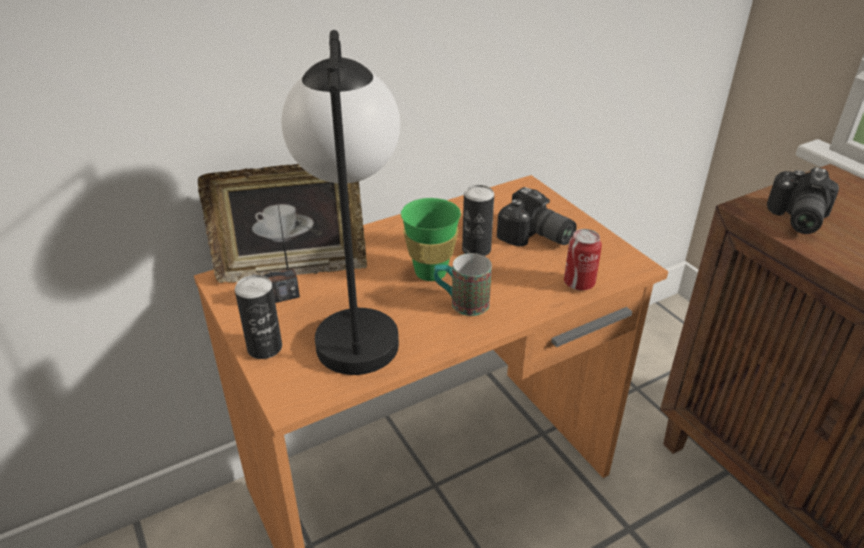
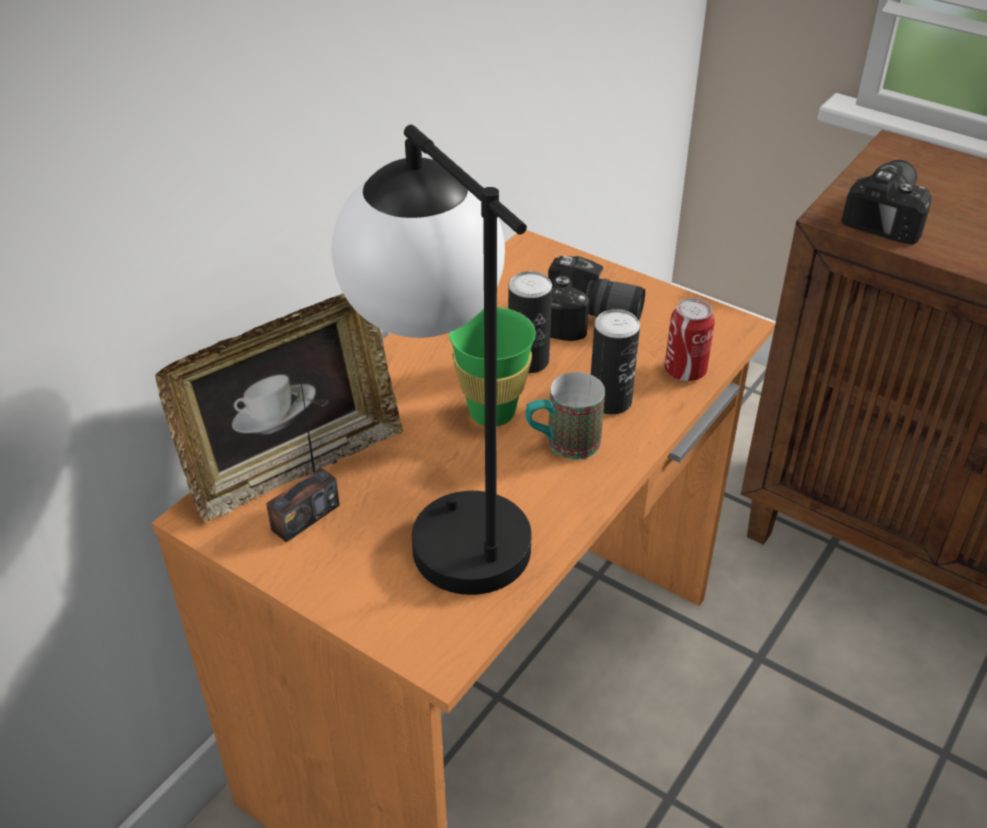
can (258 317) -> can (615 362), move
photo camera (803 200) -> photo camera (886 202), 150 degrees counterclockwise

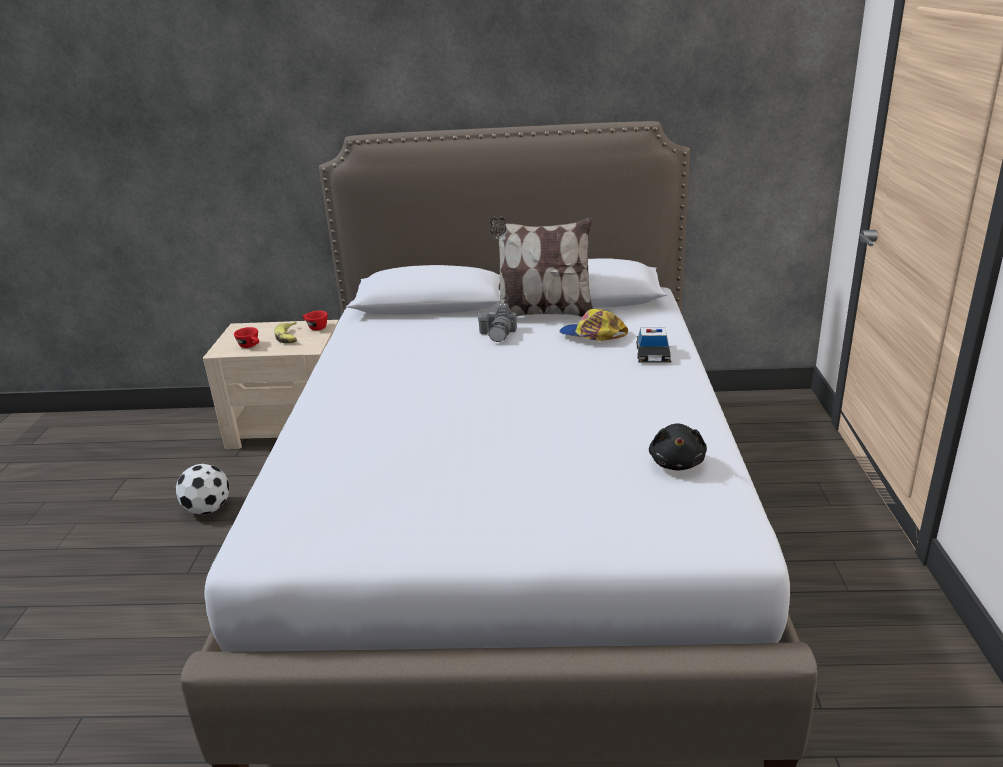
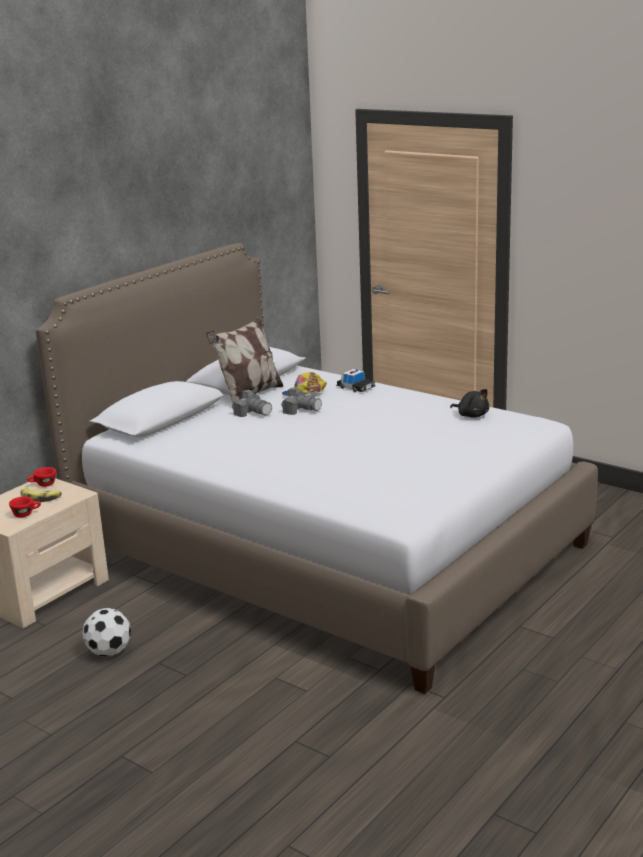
none -> photo camera (302 401)

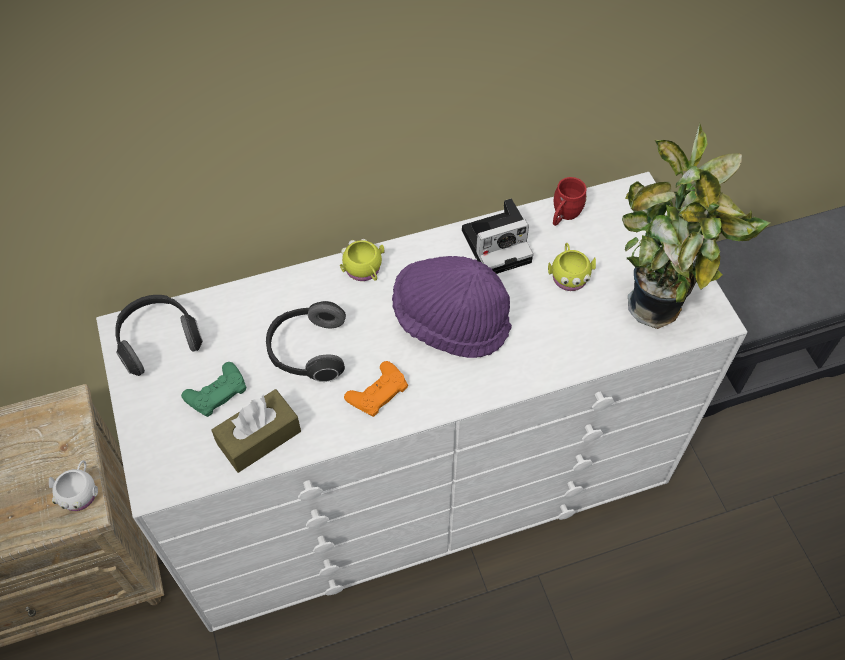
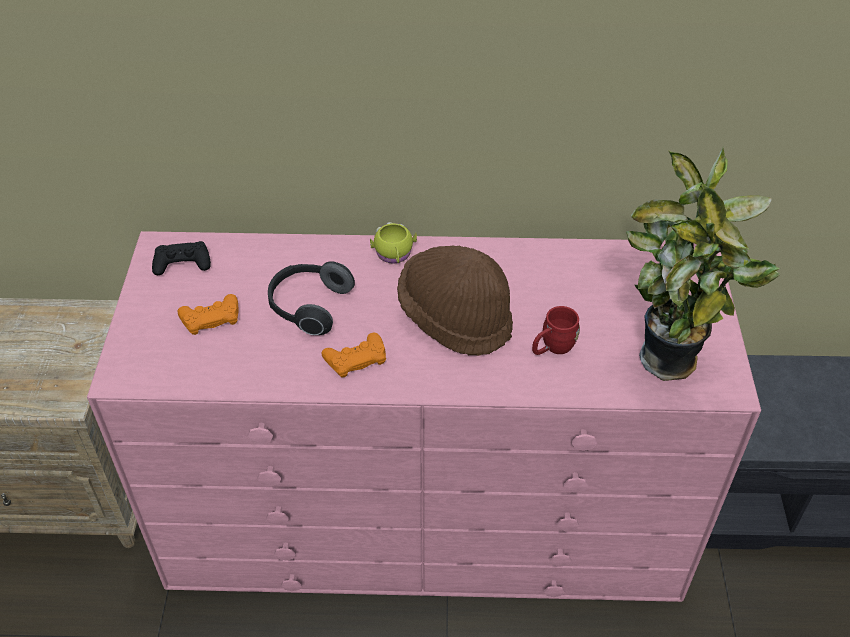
white mug (73 485) -> none
brown tissue box (256 431) -> none
photo camera (497 236) -> none
yellow mug (572 267) -> none
red mug (570 201) -> red mug (556 330), move
headphones (159 335) -> black game controller (181 258)
white dresser (421 402) -> pink dresser (424 416)
green game controller (214 389) -> orange game controller (208 314)
purple hat (452 307) -> brown hat (455 300)

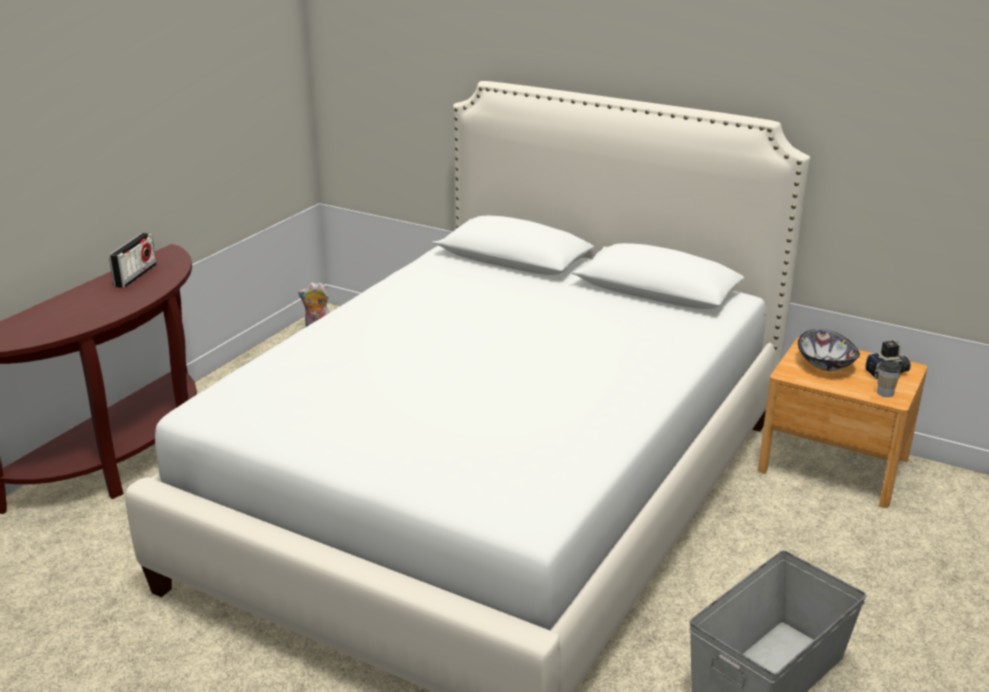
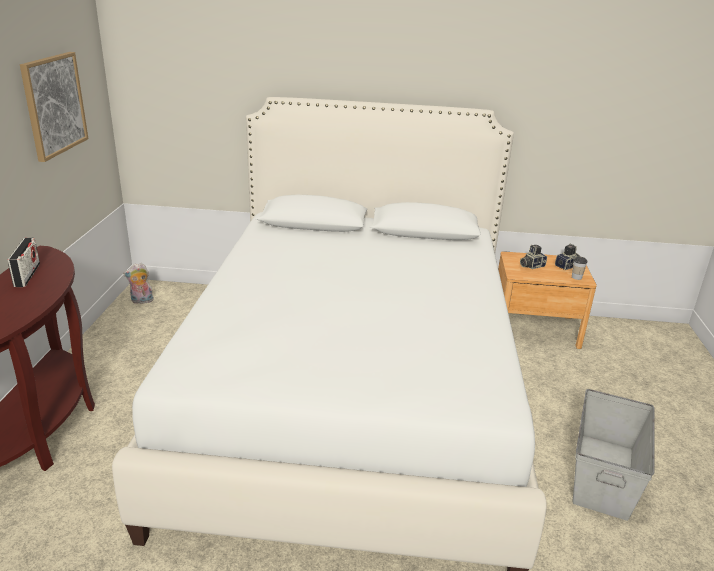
none -> picture (54 107)
bowl (829 350) -> photo camera (533 257)

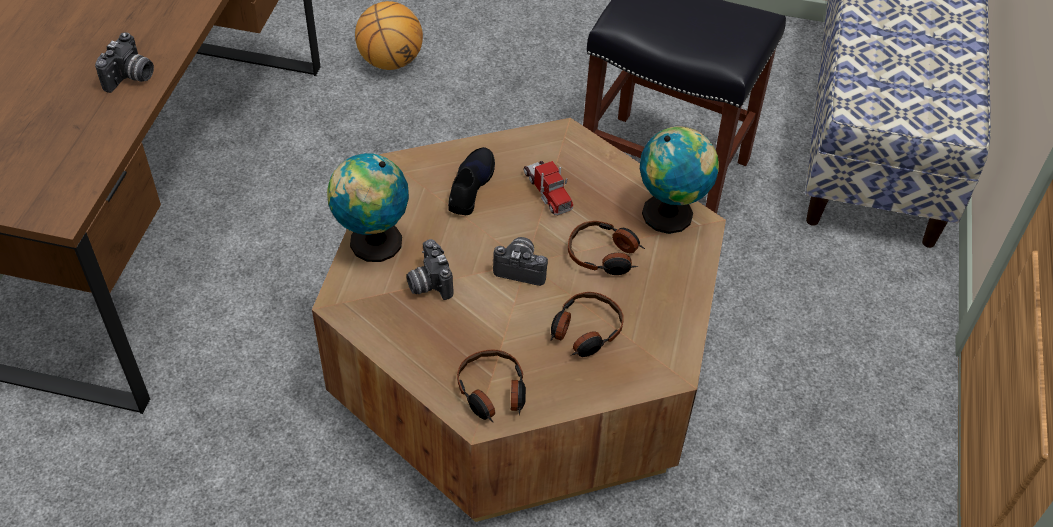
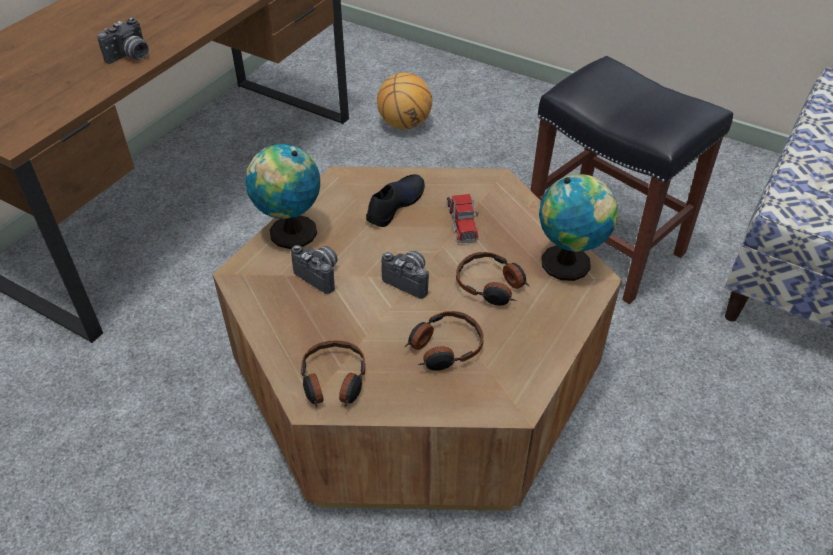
photo camera (429 269) -> photo camera (314 269), 135 degrees clockwise

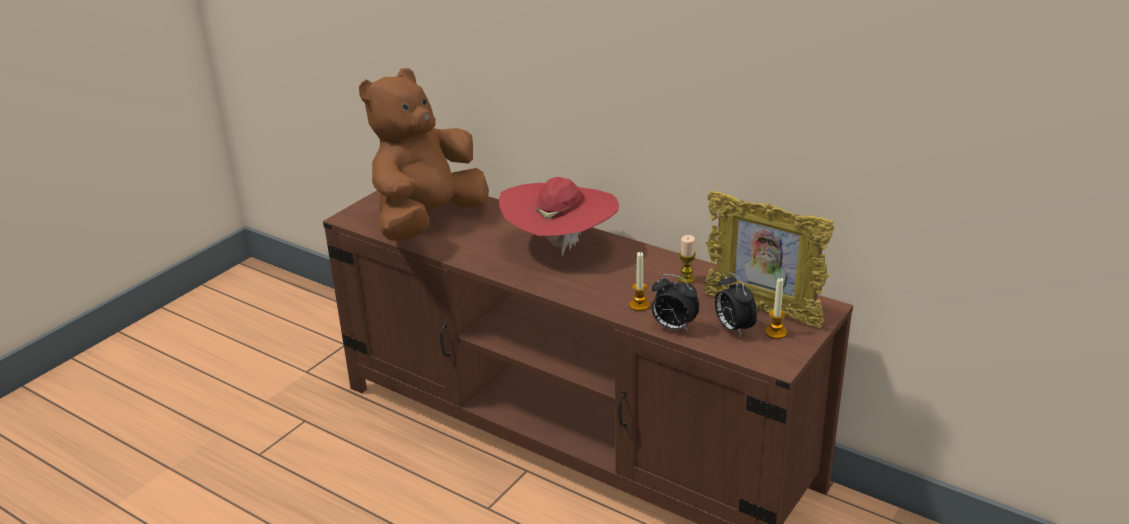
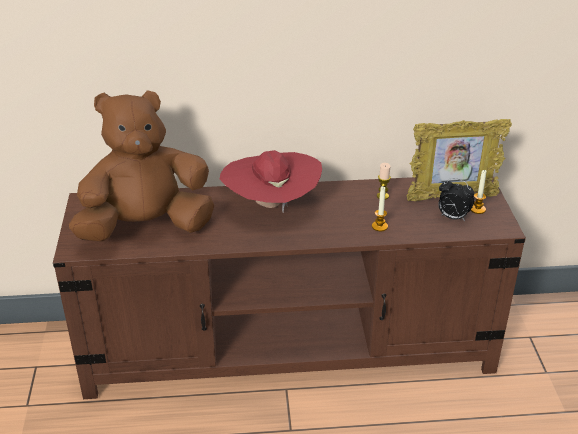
alarm clock (676 303) -> none
brown plush toy (424 155) -> brown plush toy (141 166), 75 degrees clockwise

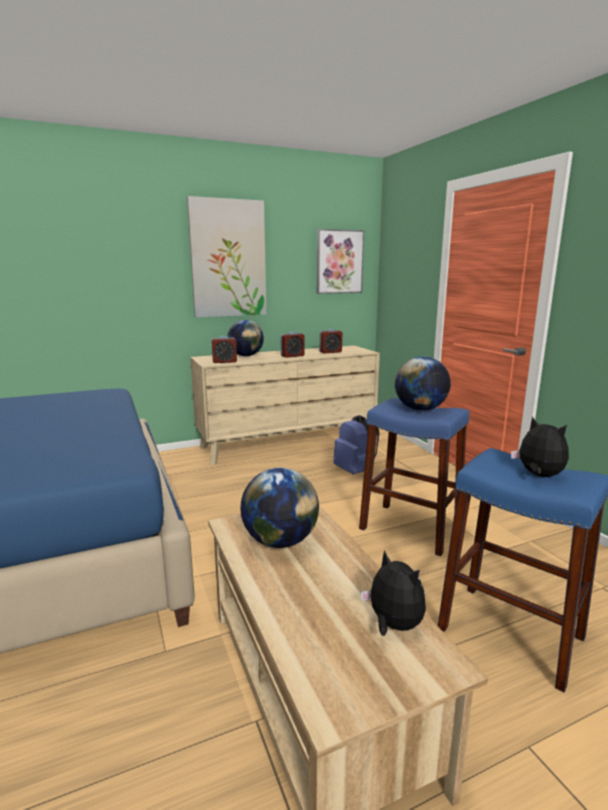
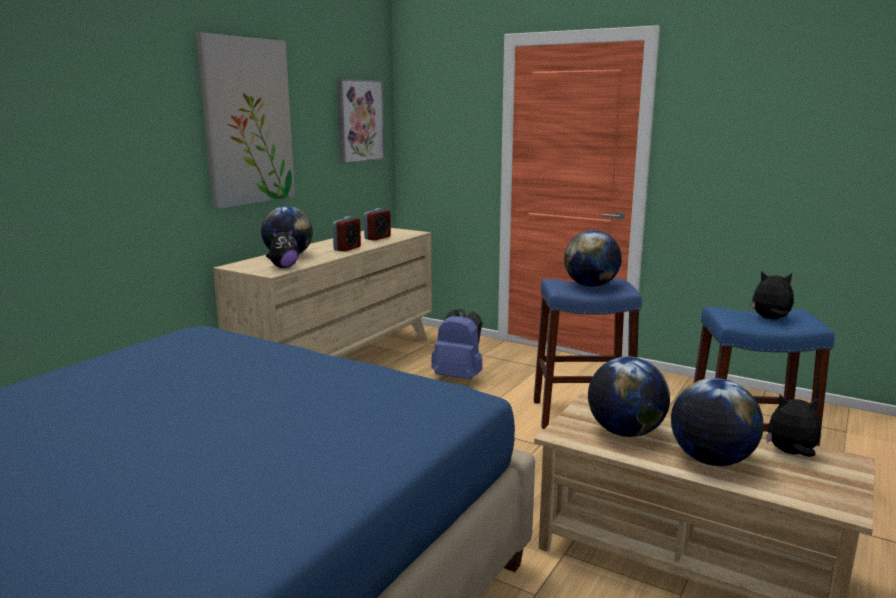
none -> globe (717 422)
alarm clock (224 349) -> plush toy (282 248)

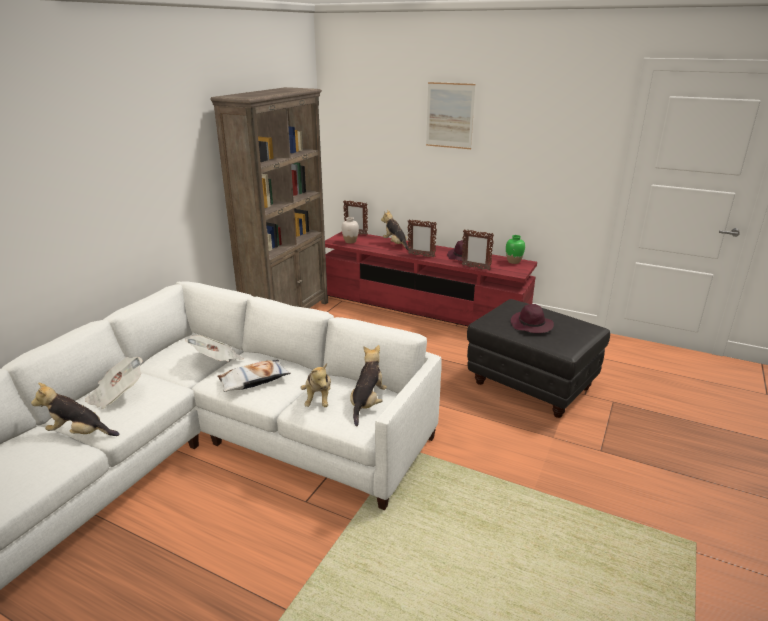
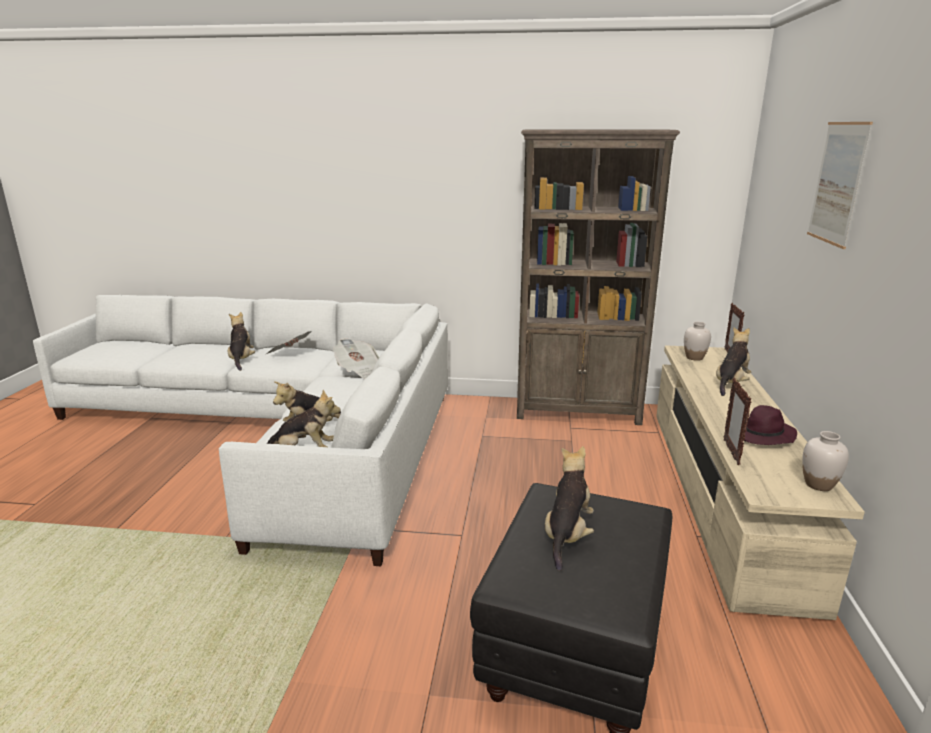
pillow (254 376) -> none
picture frame (422 238) -> none
purple hat (532 318) -> plush toy (569 508)
red tv stand (431 279) -> beige tv stand (760 483)
green vase (515 249) -> white vase (825 461)

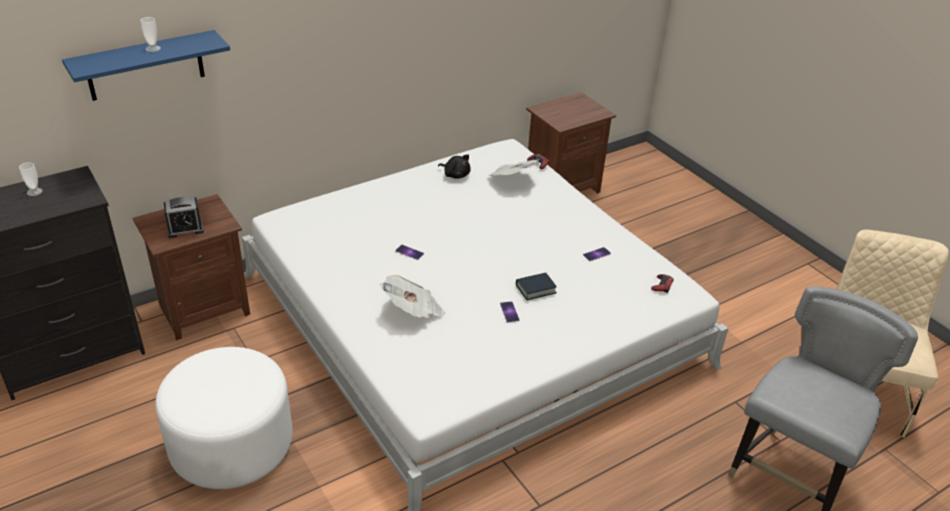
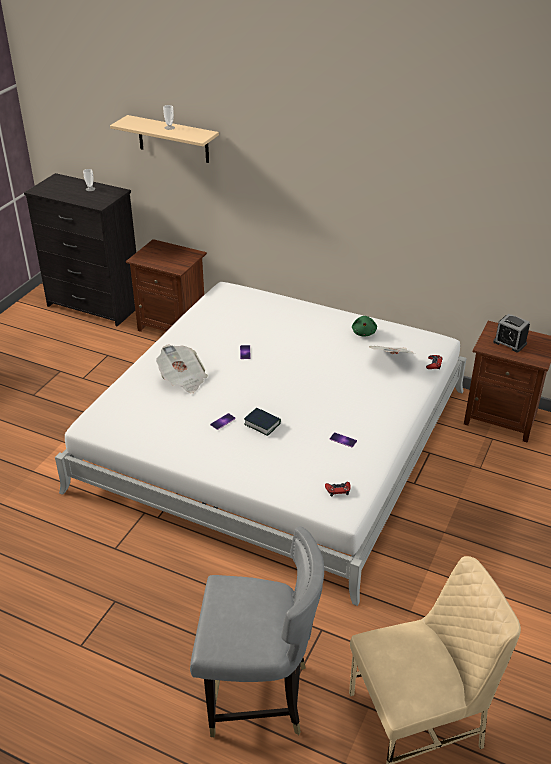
white ottoman (223 418) -> none
alarm clock (184 216) -> alarm clock (511 333), move
blue shelf (146 65) -> beige shelf (164 139)
black plush toy (454 167) -> green plush toy (364 326)

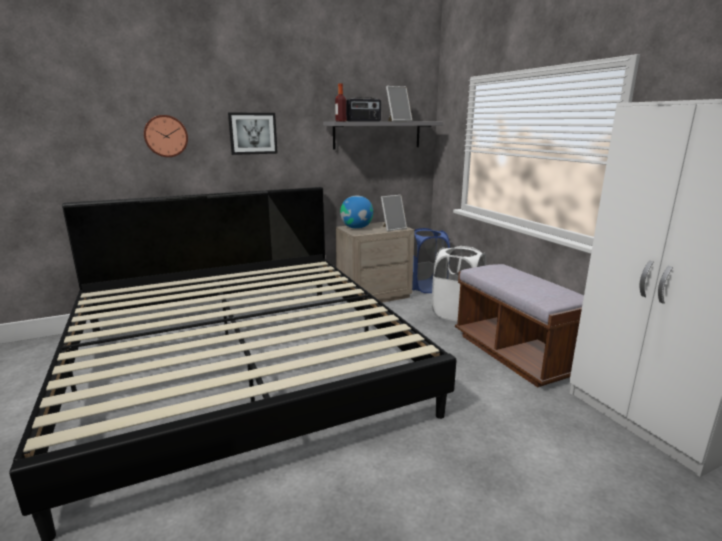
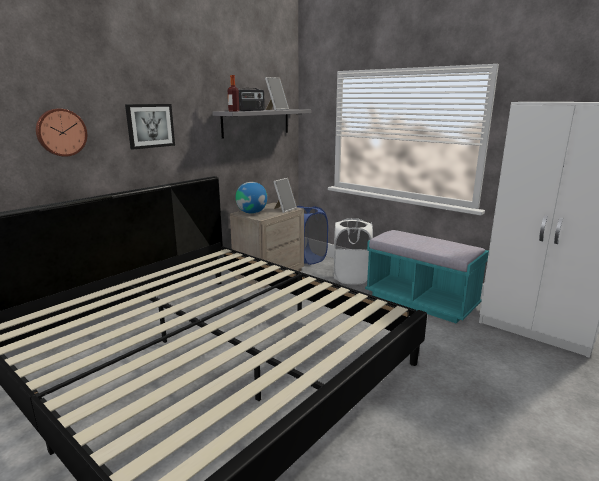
brown bench (519 325) -> turquoise bench (427 277)

